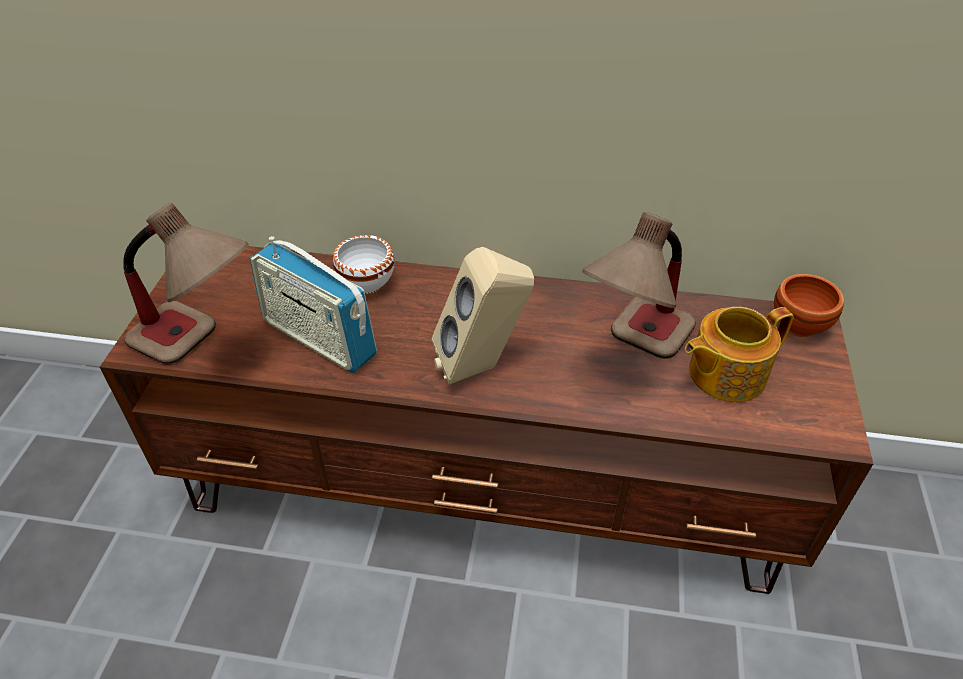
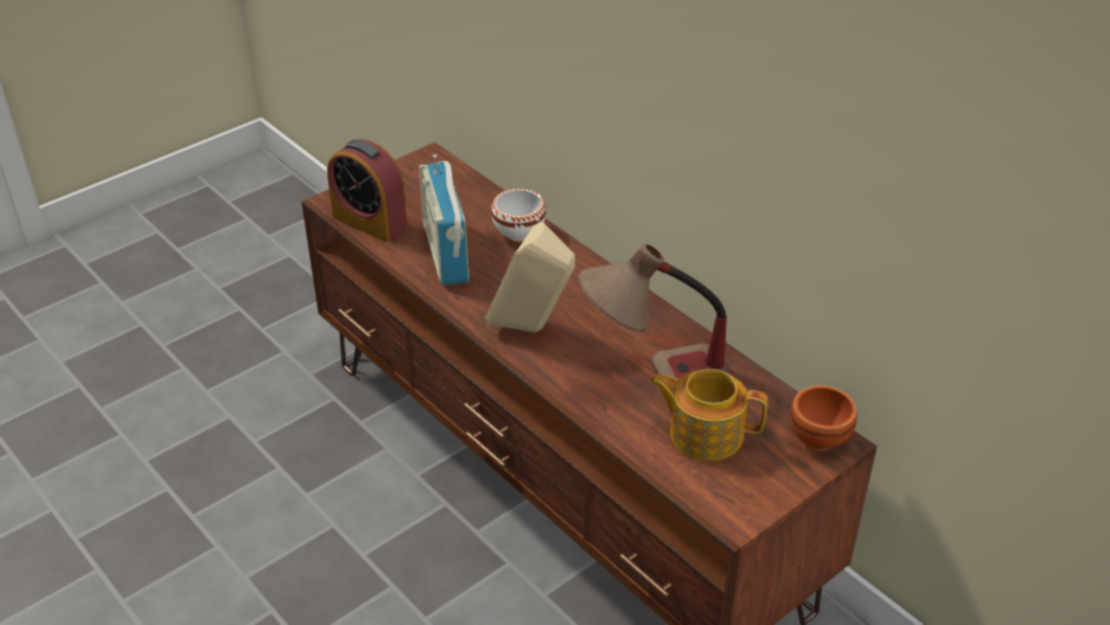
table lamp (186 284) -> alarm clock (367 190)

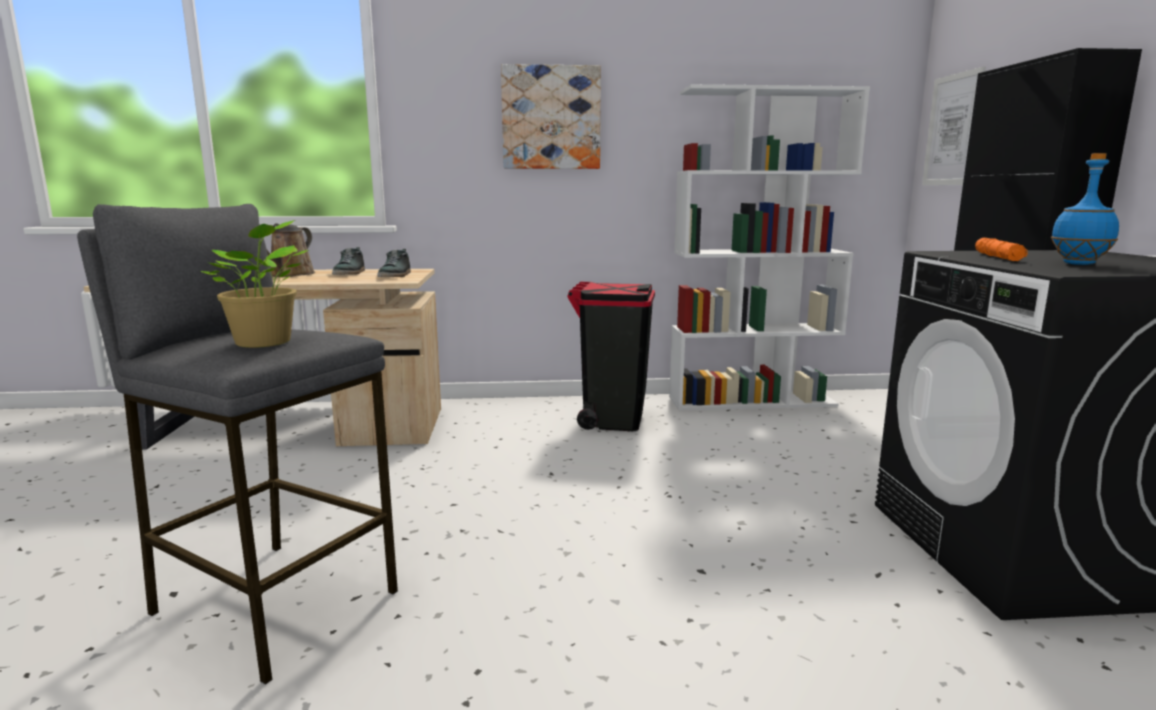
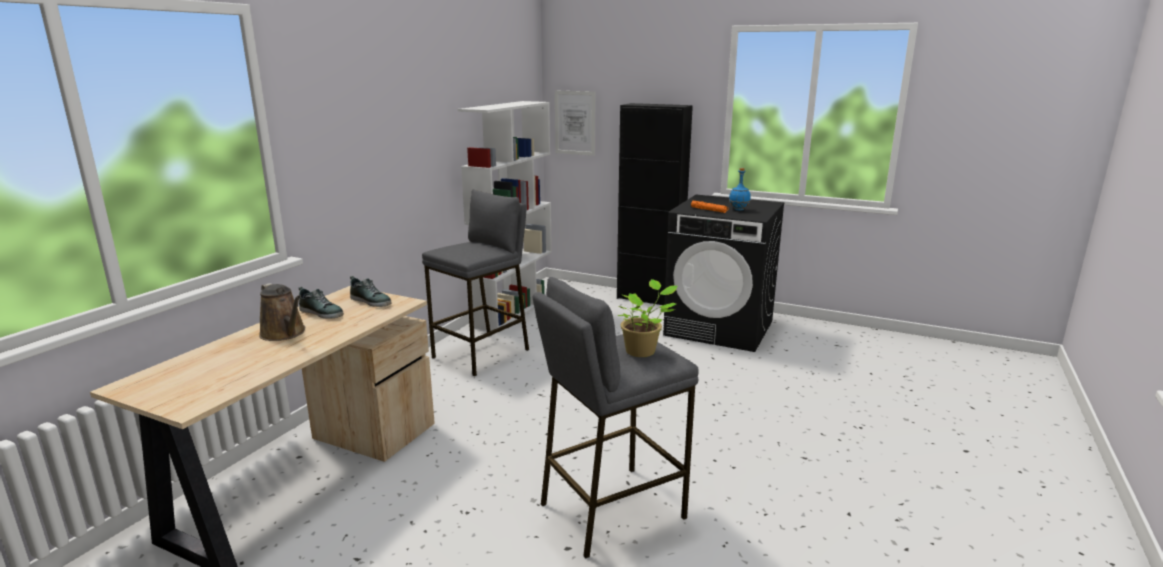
picture (551 116) -> none
black trash can (611 356) -> grey stool (475 282)

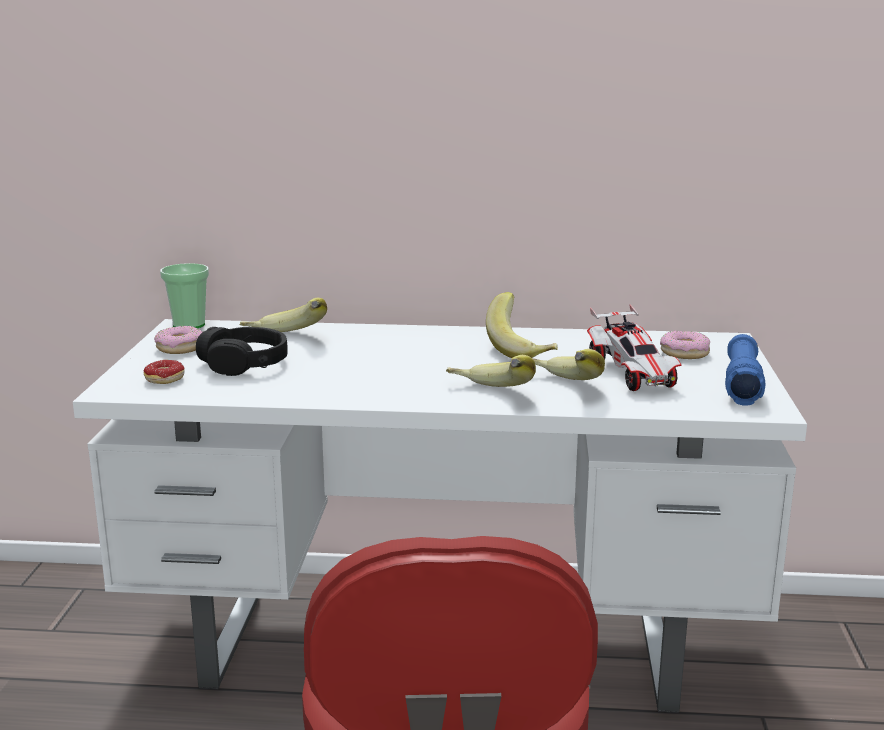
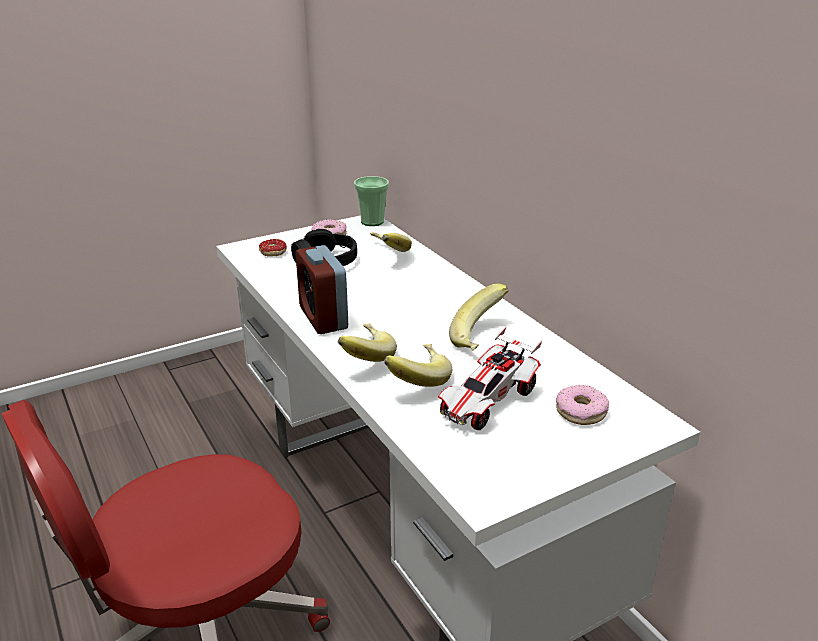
blue flashlight (745 370) -> none
none -> alarm clock (322 289)

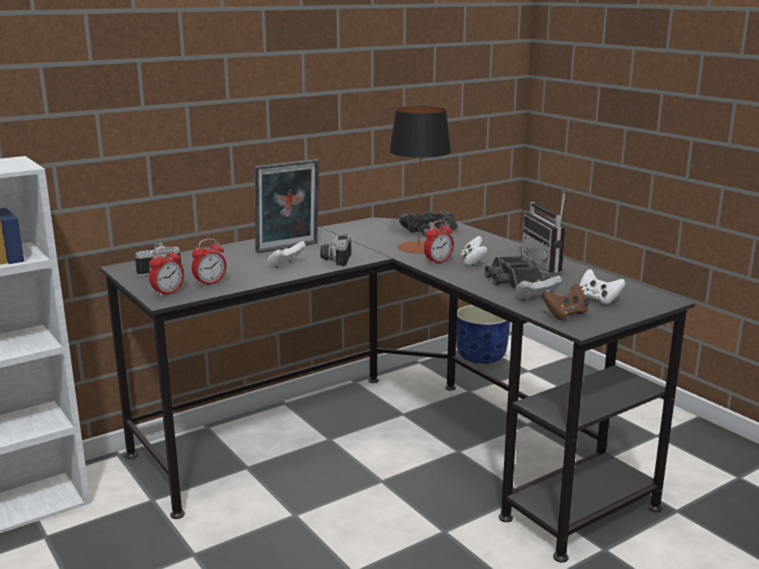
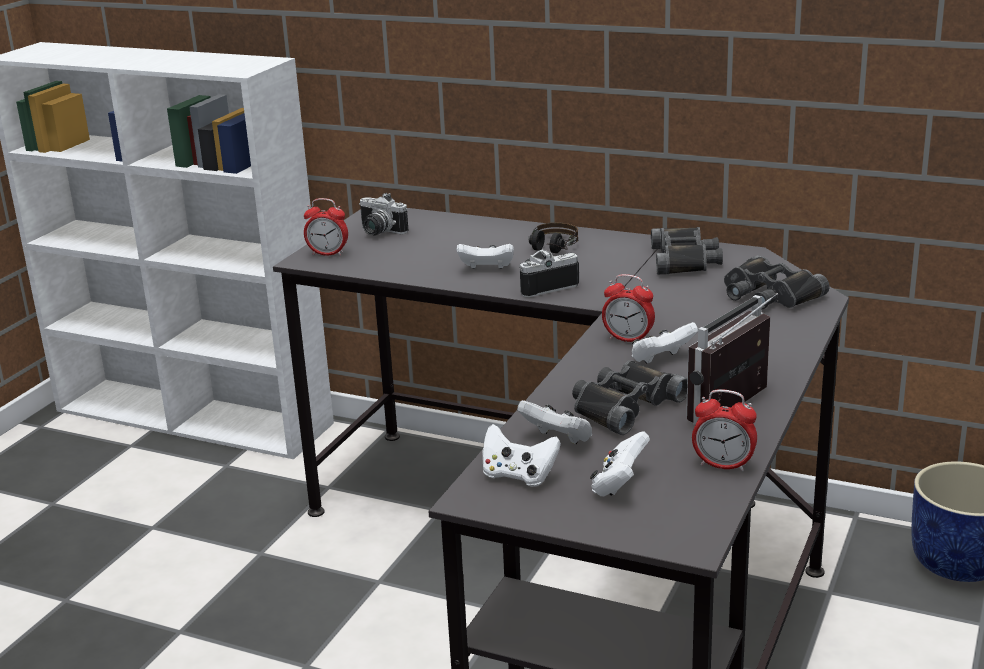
table lamp (420 179) -> none
none -> black binoculars (687 251)
alarm clock (209 262) -> alarm clock (724 430), move
picture frame (286 206) -> headphones (553 237)
brown game controller (565 302) -> white game controller (522 455)

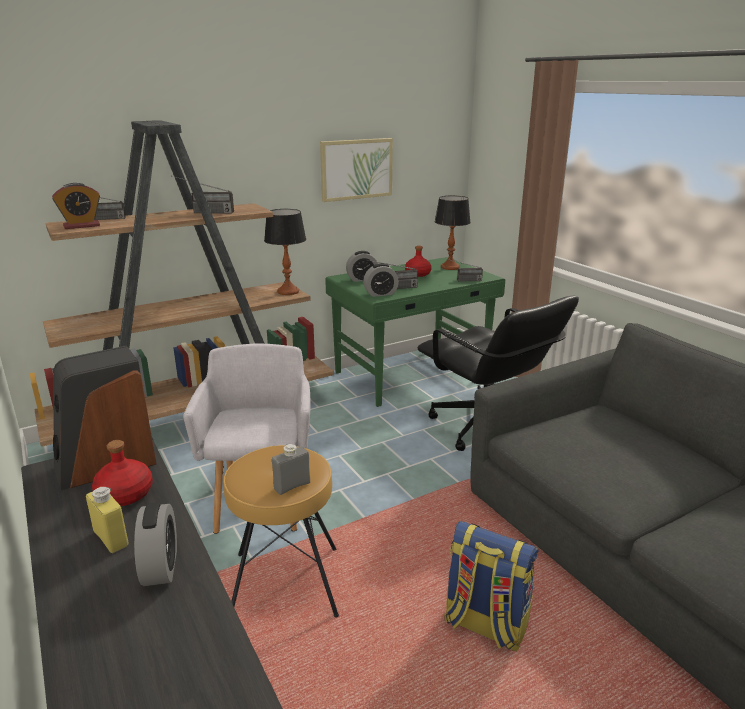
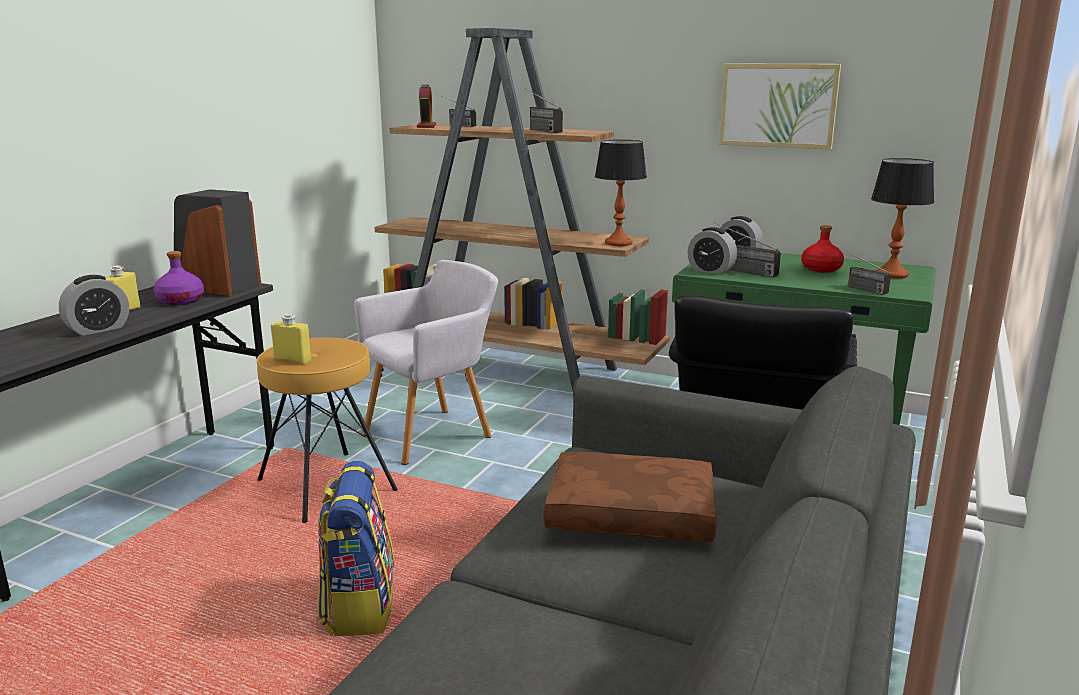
none -> brown pillow (630 497)
red bottle (122 473) -> purple bottle (178 278)
grey bottle (291 469) -> yellow bottle (291 339)
alarm clock (76 206) -> alarm clock (426 106), 120 degrees counterclockwise

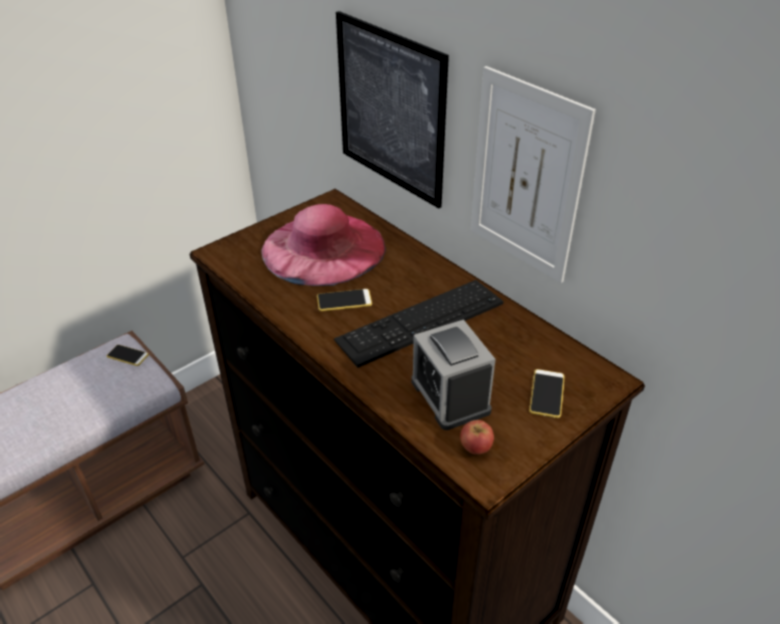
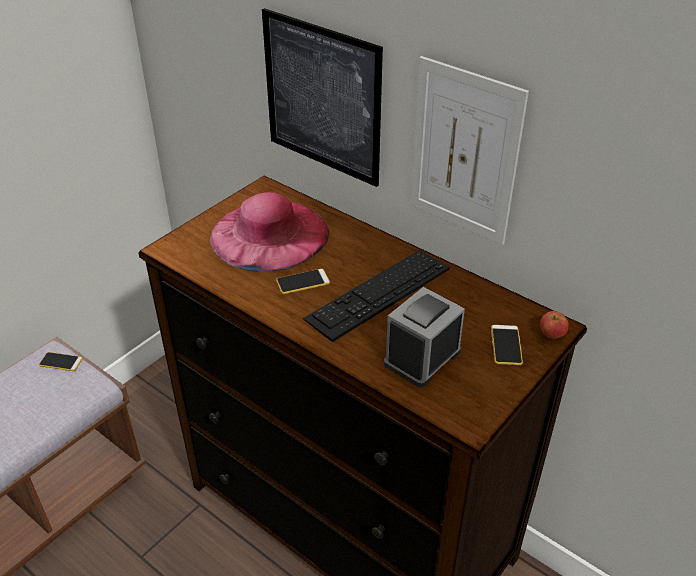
apple (477 437) -> apple (554 325), move
alarm clock (453 374) -> alarm clock (424 337), 75 degrees clockwise

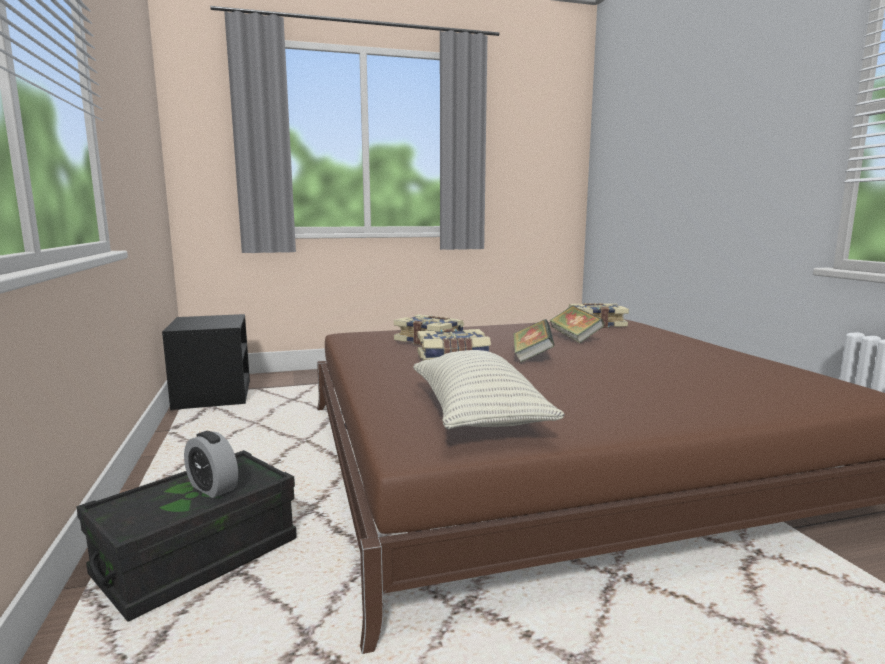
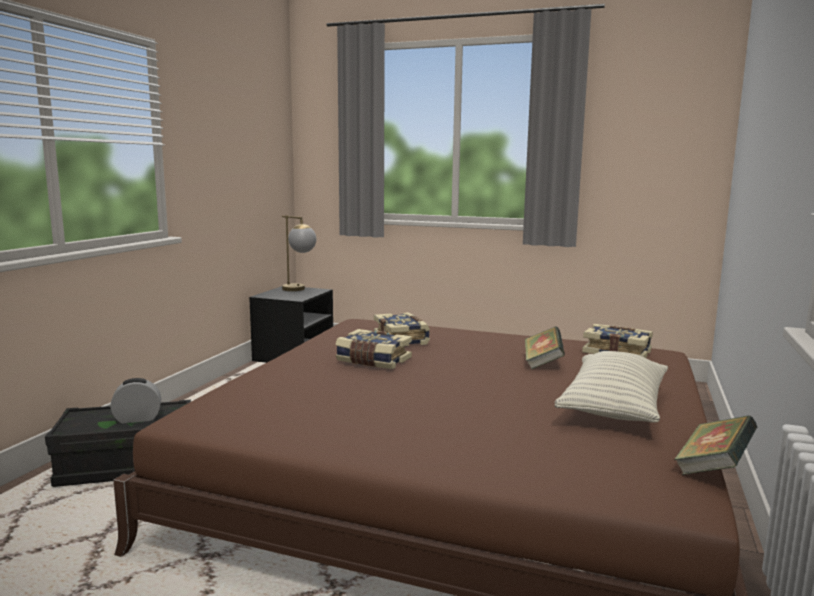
none -> table lamp (299 253)
pillow (489 389) -> pillow (611 387), move
book (534 341) -> book (716 445), move
alarm clock (211 464) -> alarm clock (136 401), 90 degrees clockwise

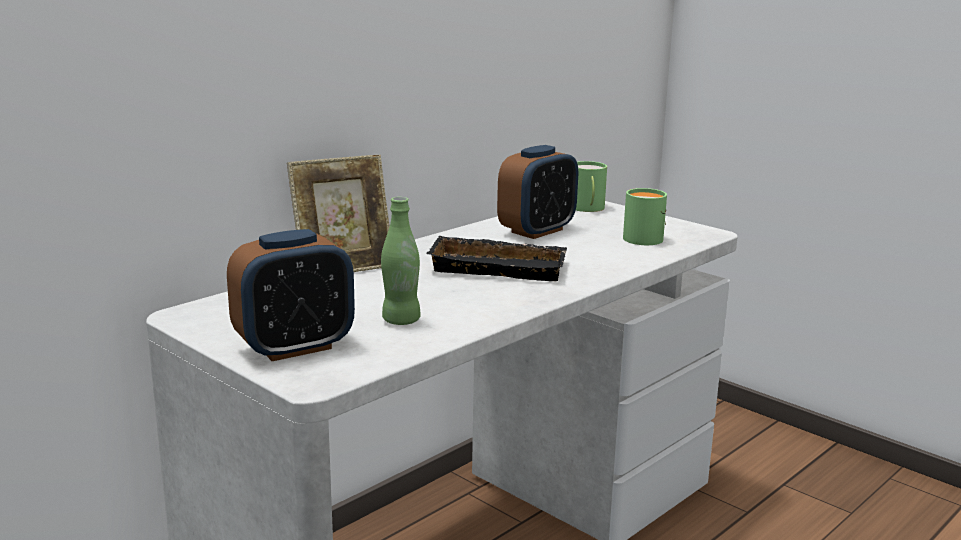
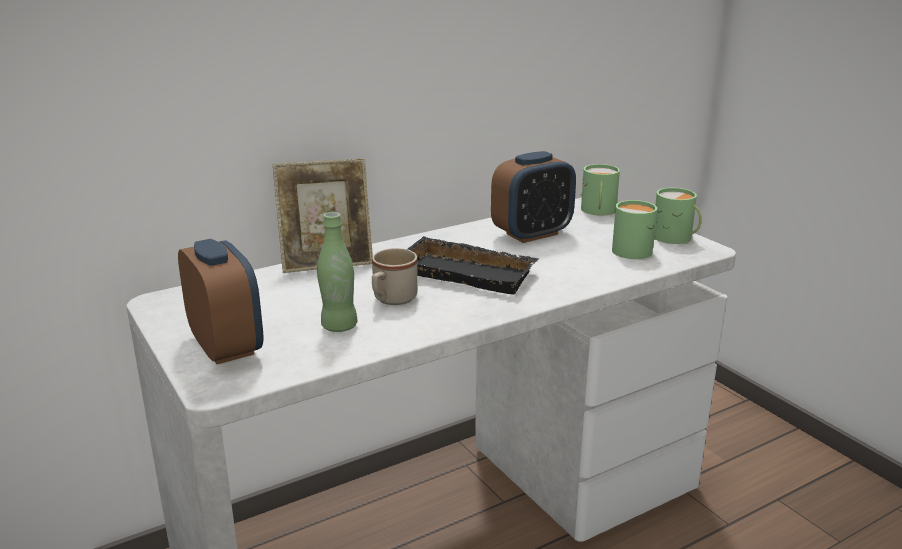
none -> beige mug (394 276)
none -> green mug (678 216)
alarm clock (291 295) -> alarm clock (220 301), 105 degrees counterclockwise

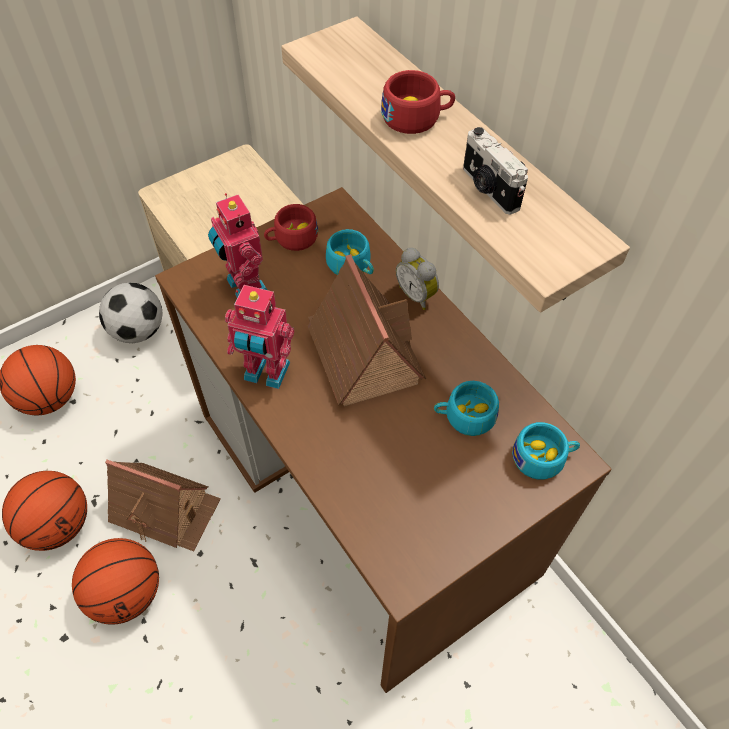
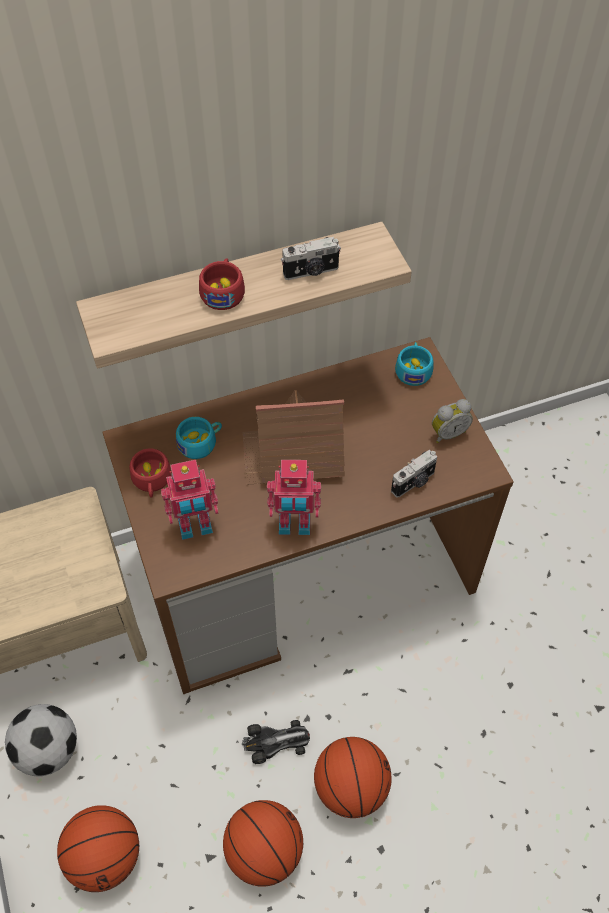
turquoise cup (466 408) -> none
none -> photo camera (414 474)
alarm clock (417 279) -> alarm clock (452 421), move
toy house (163 505) -> toy car (276 742)
toy robot (259 337) -> toy robot (294 497), 60 degrees clockwise

